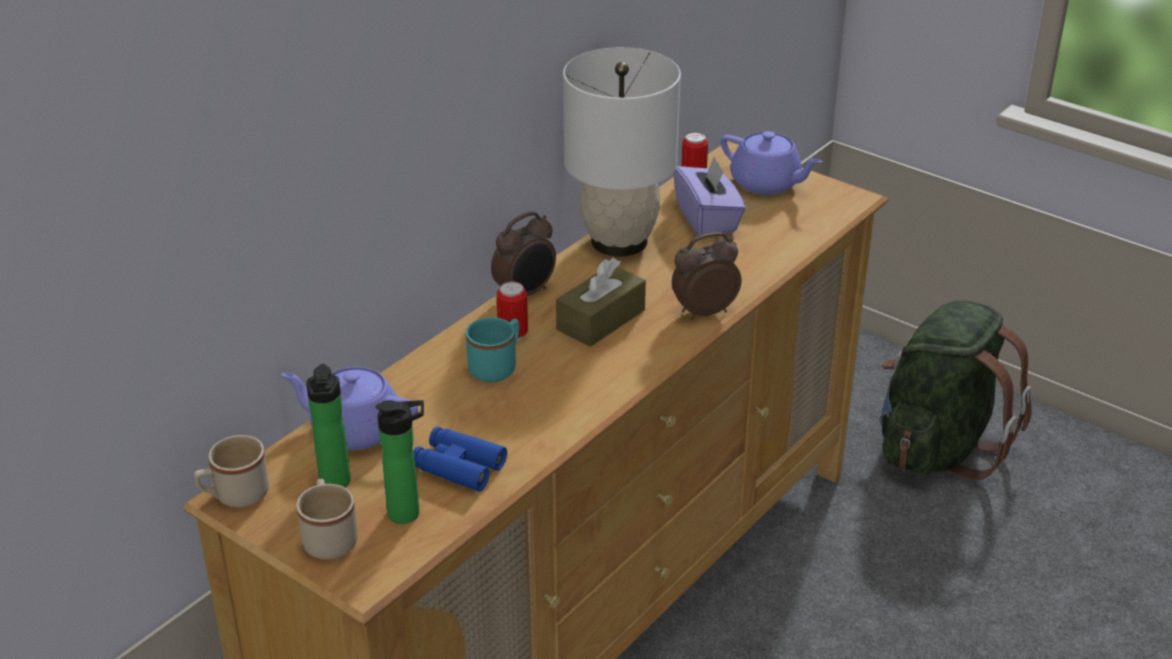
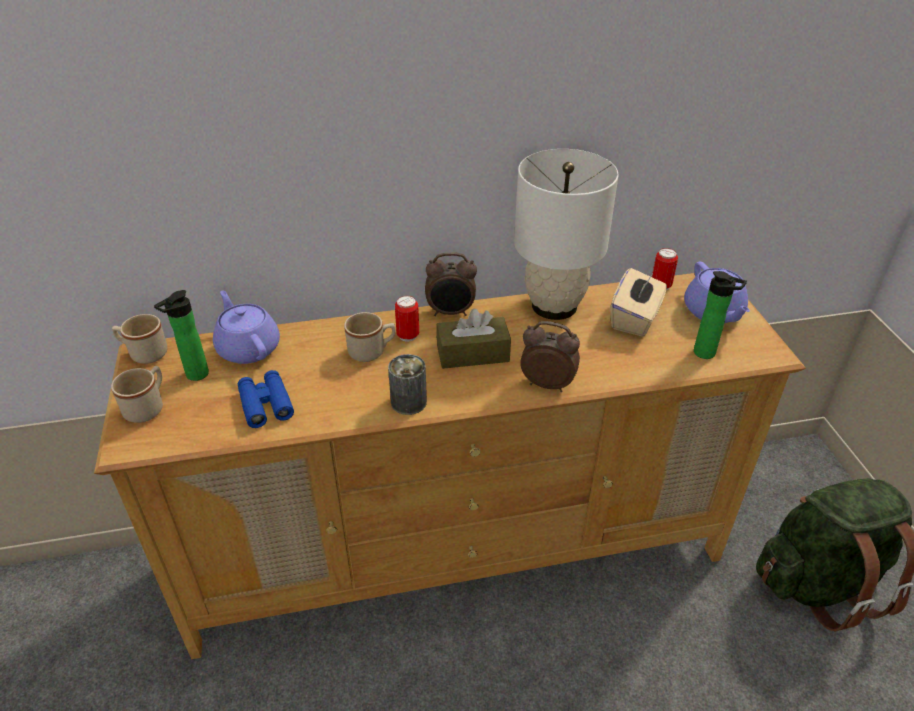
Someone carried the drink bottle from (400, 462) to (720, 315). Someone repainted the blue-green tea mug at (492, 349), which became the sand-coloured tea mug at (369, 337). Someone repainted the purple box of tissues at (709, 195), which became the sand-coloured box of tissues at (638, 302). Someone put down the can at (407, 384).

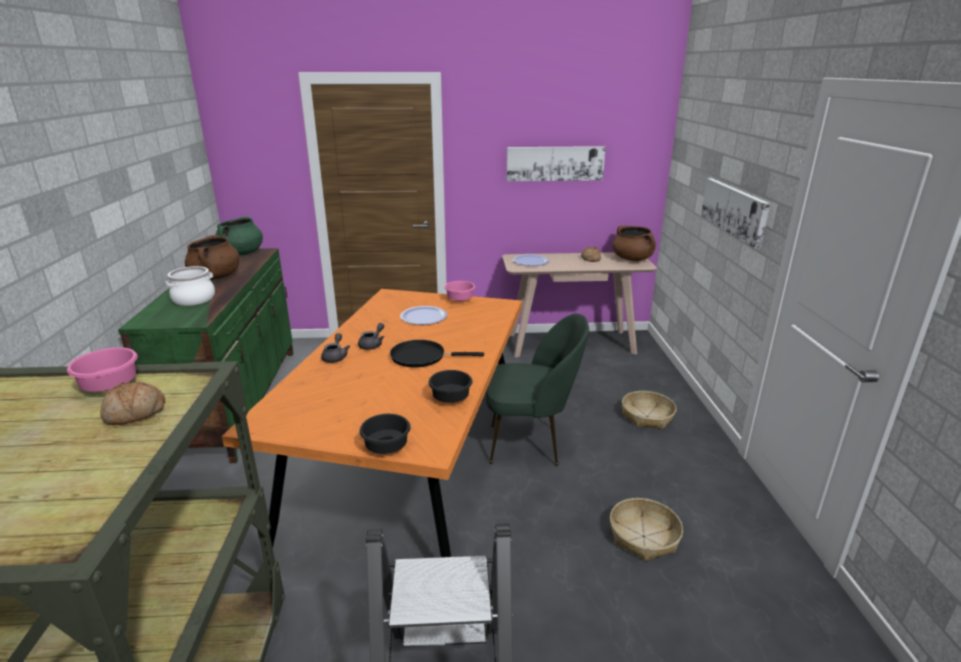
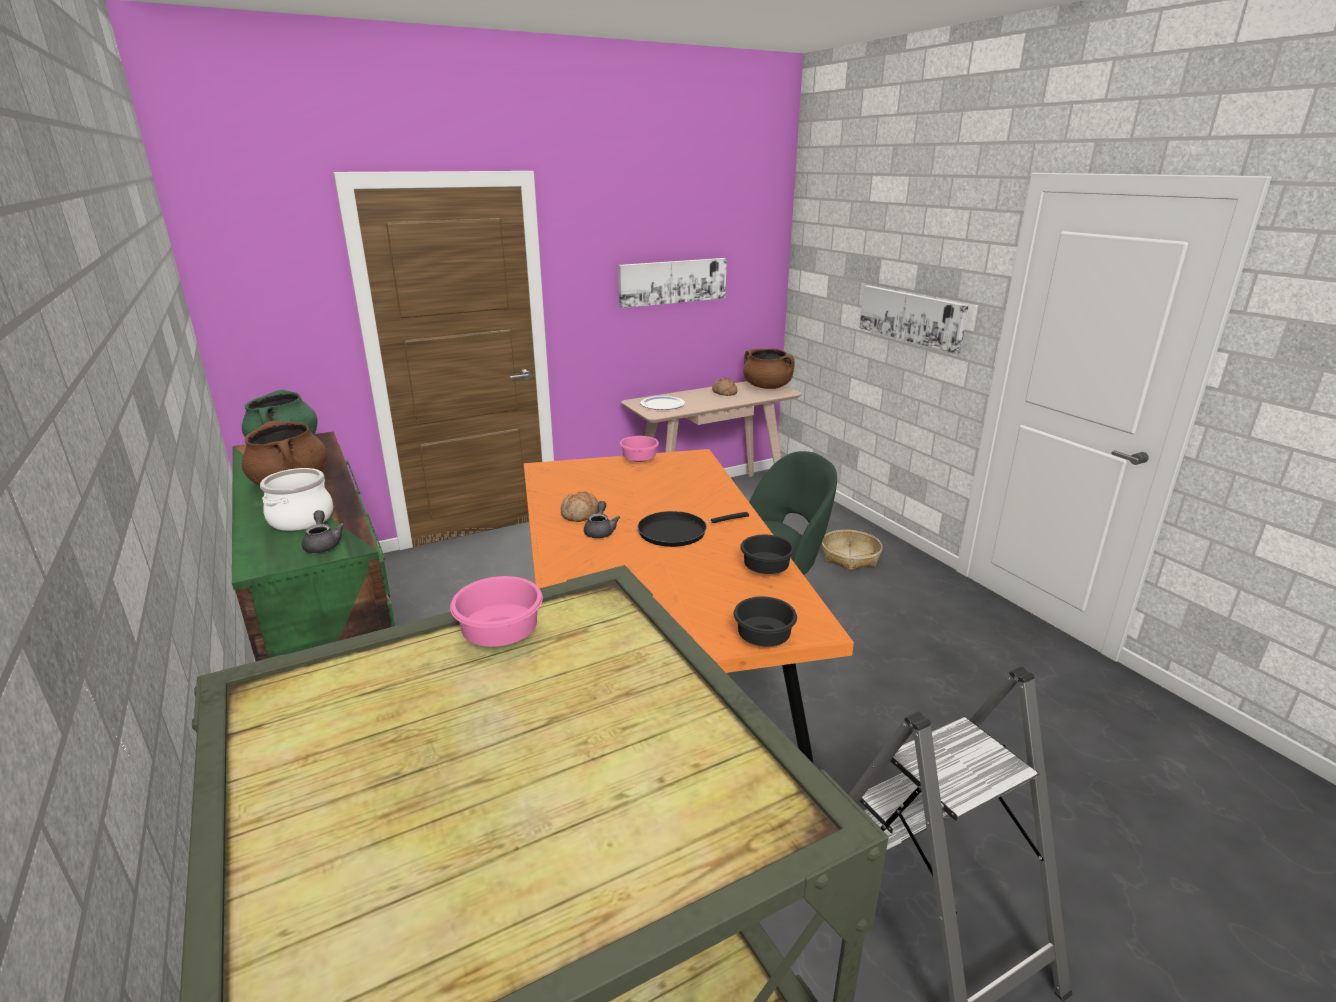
Someone carried the baked bread from (132, 403) to (580, 507). Someone carried the gray tea pot from (335, 348) to (323, 531). Someone took away the dinner plate at (423, 315). Someone took away the storage basket at (646, 529).

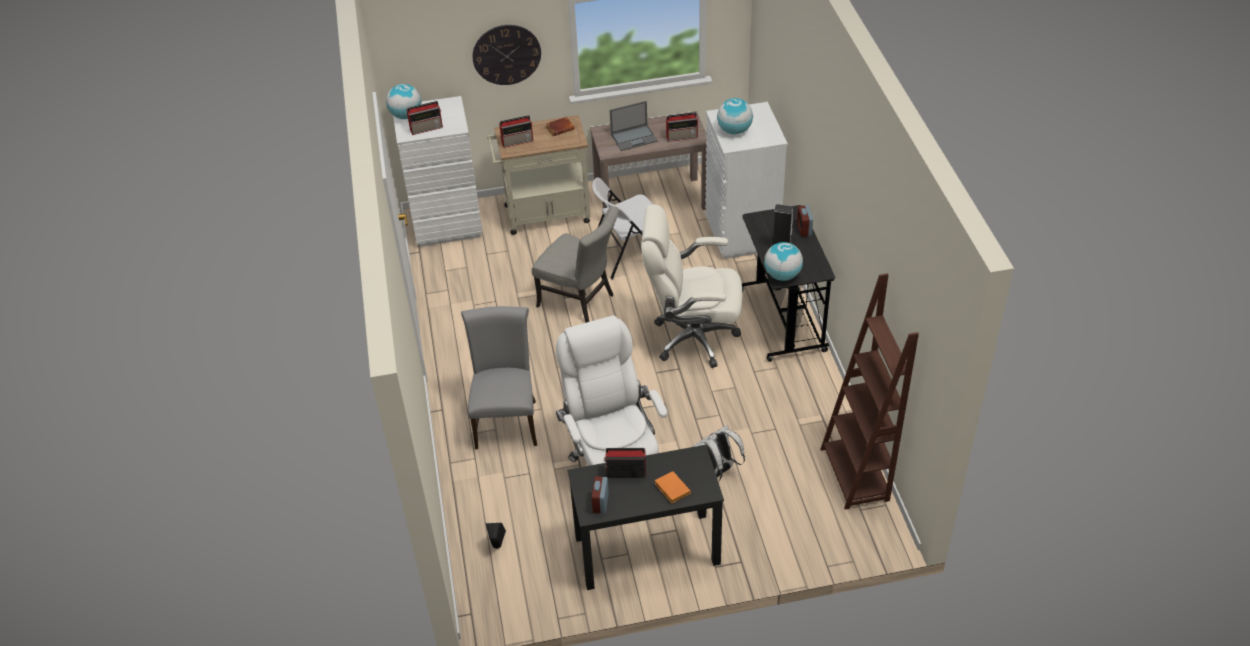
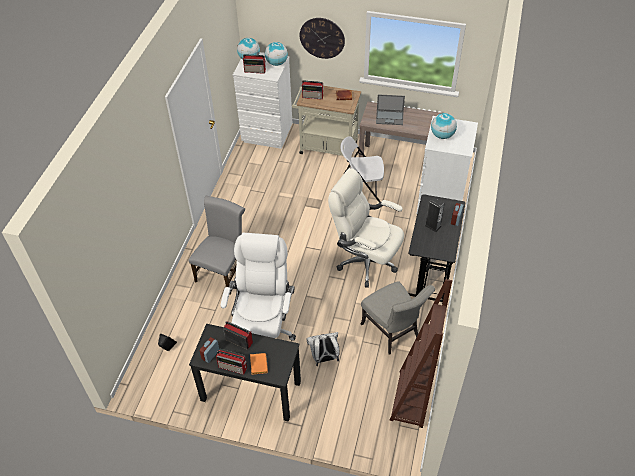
Someone carried the gray chair from (575, 264) to (398, 317). Someone carried the radio receiver from (682, 127) to (231, 362). Someone carried the world globe from (783, 261) to (276, 54).

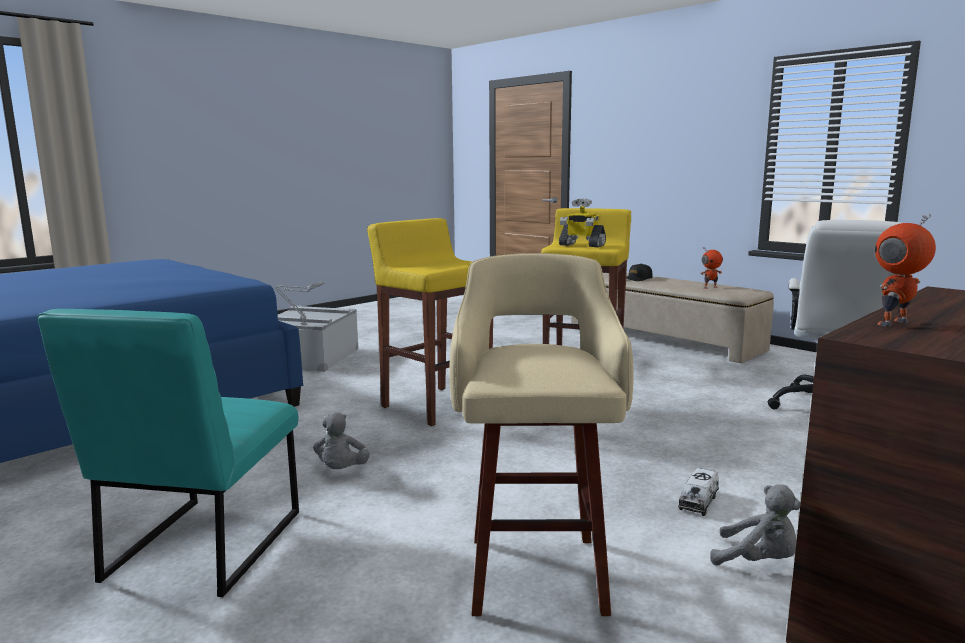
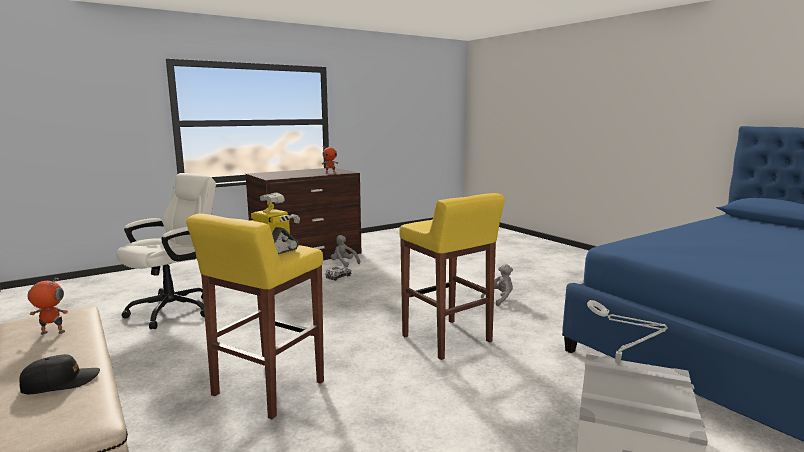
Someone took away the blue-green chair at (168, 453). Someone rotated the gray plush toy at (341, 440) by 45 degrees clockwise. Someone took away the sand-coloured stool at (541, 434).

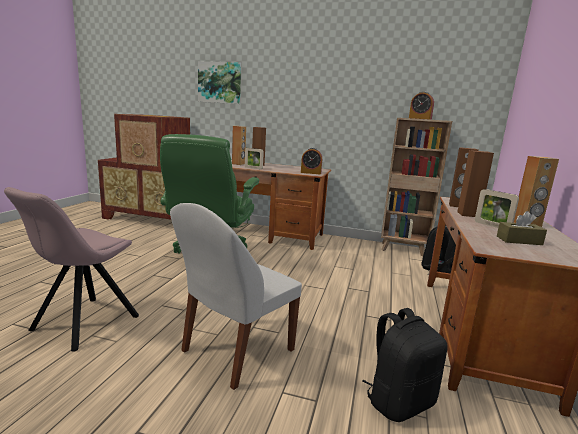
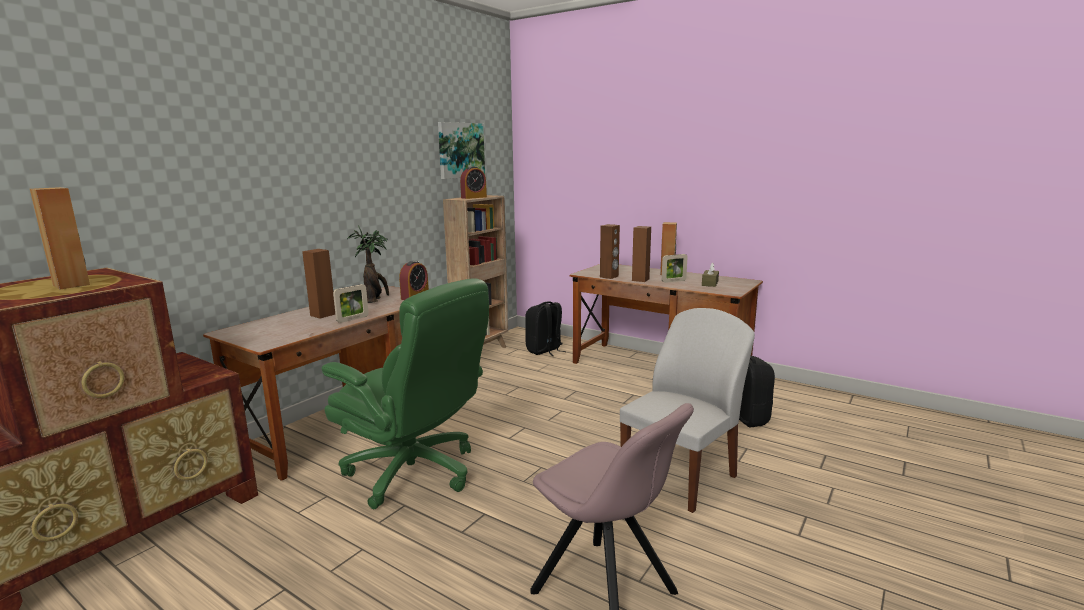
Someone rotated the white chair at (236, 296) by 105 degrees counterclockwise. Someone carried the picture from (219, 82) to (461, 150). Someone carried the brownish audio speaker from (239, 145) to (60, 238). Someone put down the potted plant at (368, 264).

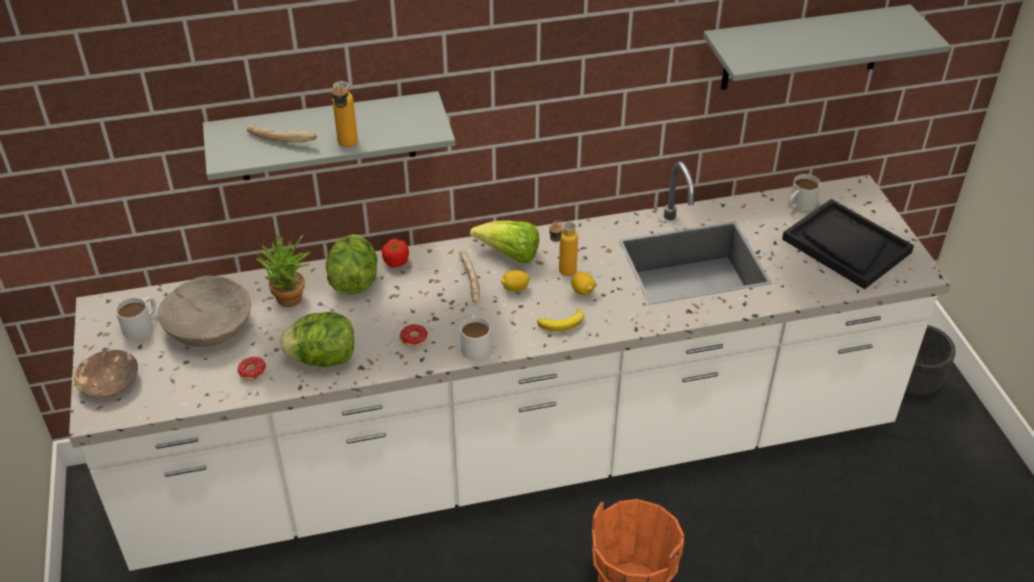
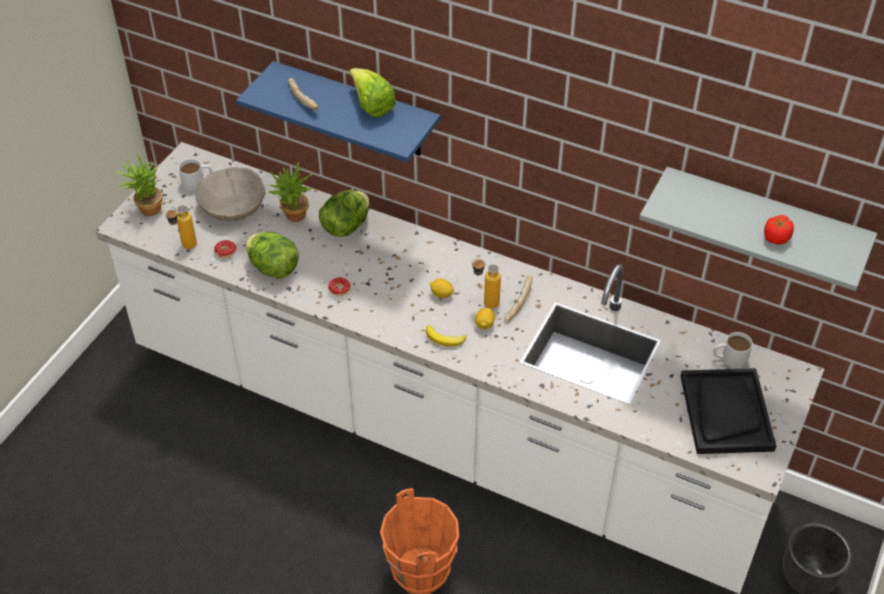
Someone swapped the brownish serving bowl at (106, 373) for the potted plant at (138, 184). Someone repainted the gray wall shelf at (329, 136), which became the bluish wall shelf at (338, 111). Someone carried the drink bottle from (345, 114) to (181, 227). Someone carried the whole tomato from (395, 253) to (779, 230). Someone carried the baked bread from (469, 276) to (518, 299). Someone took away the white tea mug at (475, 337). Someone carried the lettuce from (504, 242) to (372, 93).

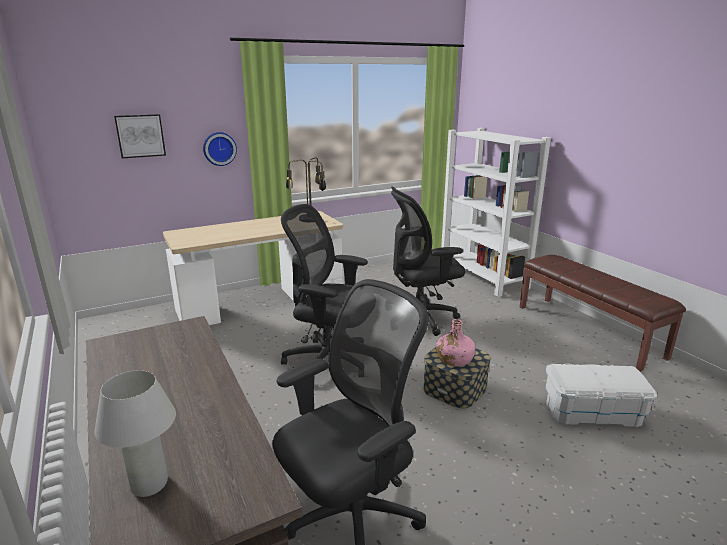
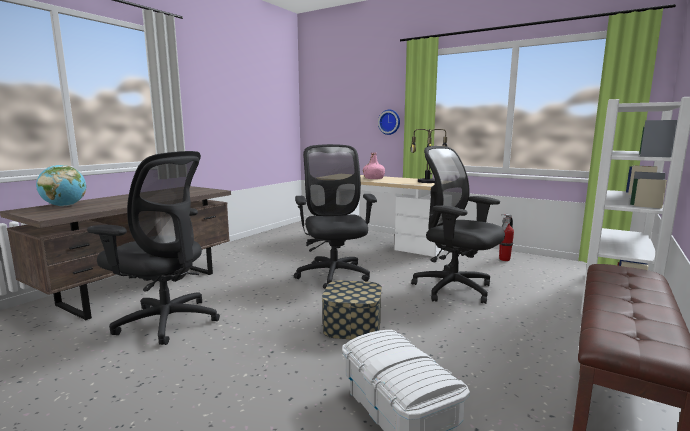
Someone swapped the white tabletop lamp at (135, 433) for the world globe at (61, 185). Someone took away the picture at (140, 136). Someone carried the pinkish drink bottle from (455, 342) to (374, 166). Someone put down the extinguisher at (506, 237).

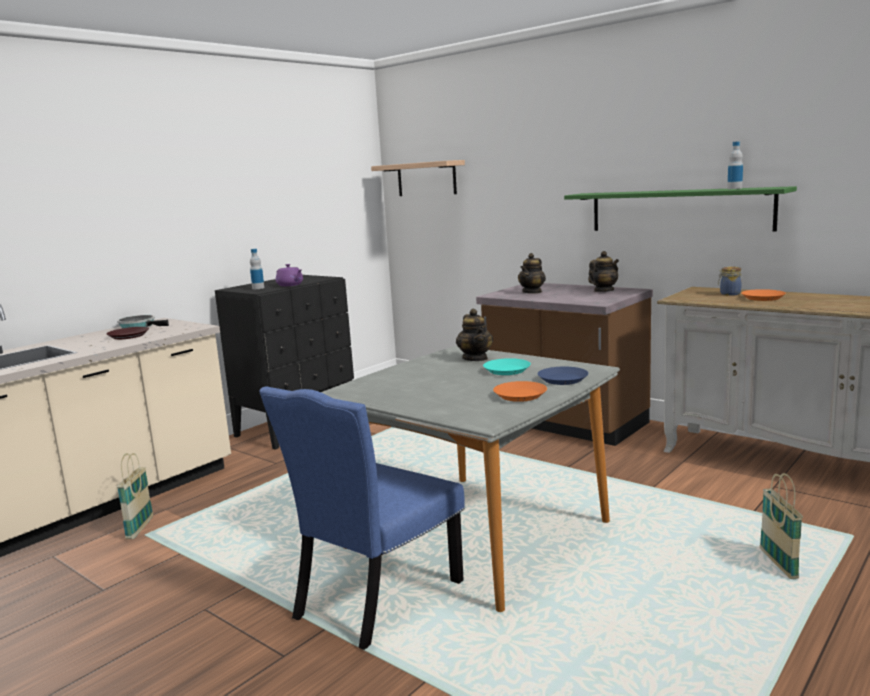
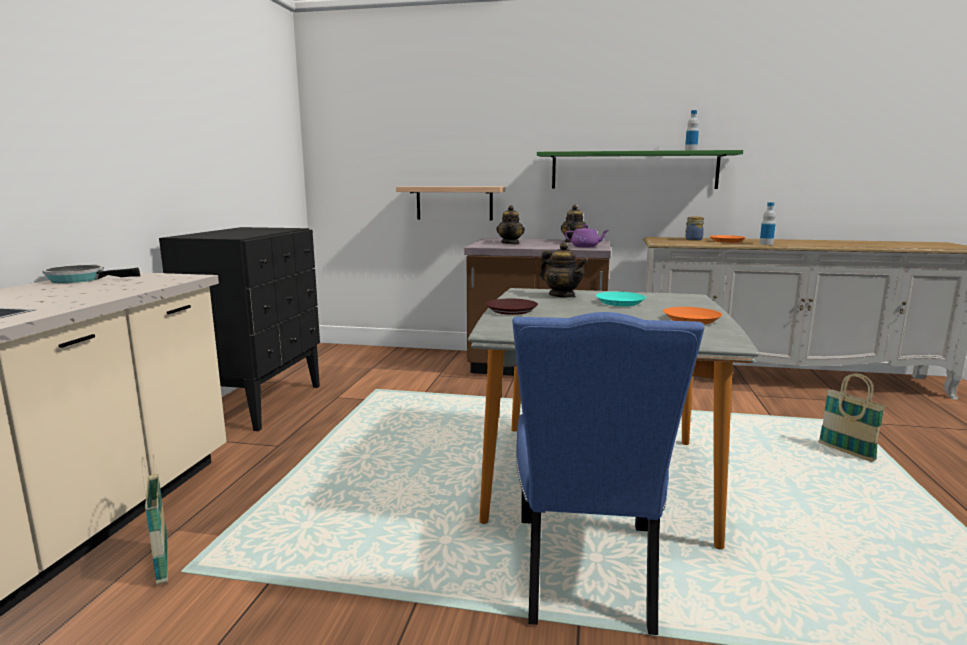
Someone carried the brownish dinner plate from (127, 333) to (512, 307). Someone carried the drink bottle from (257, 269) to (767, 223). Someone carried the purple tea pot from (289, 275) to (587, 236). Someone carried the wall shelf from (418, 178) to (450, 203). Someone took away the bluish dinner plate at (563, 376).

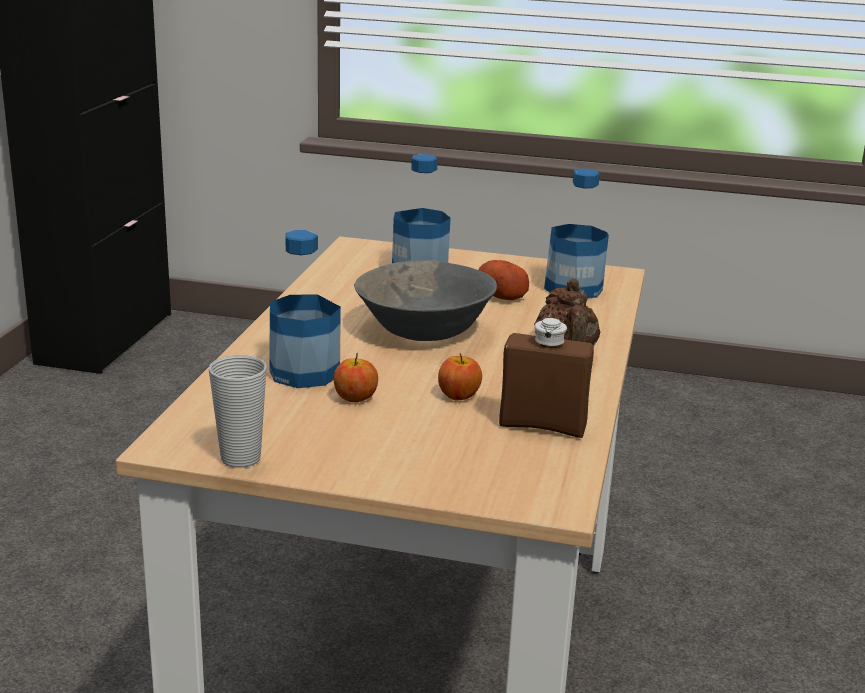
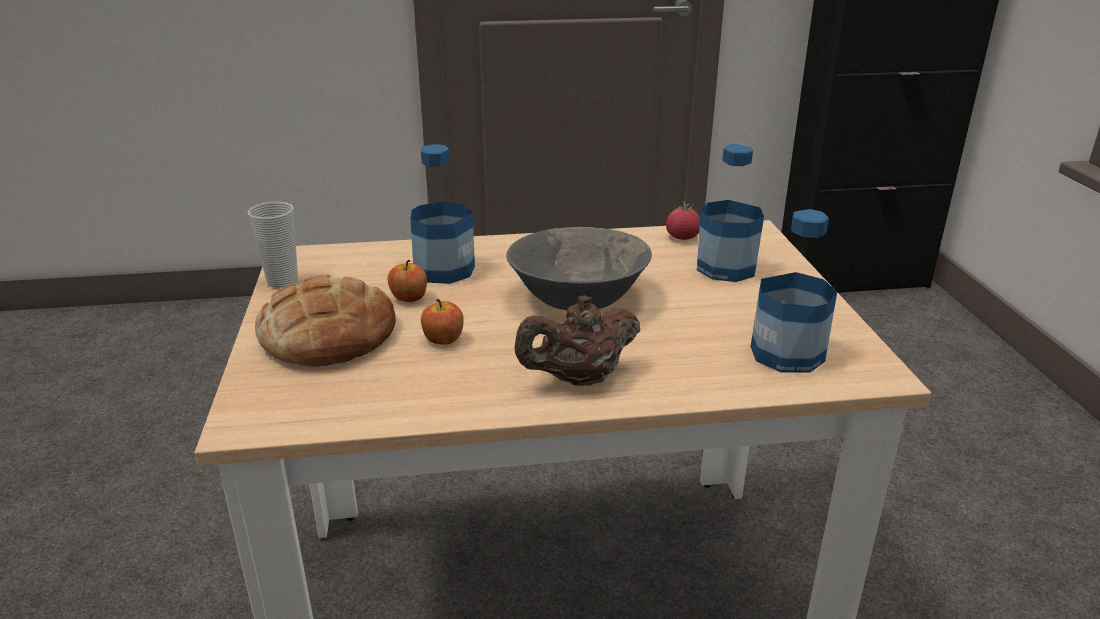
Someone took away the potato at (504, 280). Someone took away the brownish drink bottle at (546, 378). Someone put down the baked bread at (325, 320). Someone put down the whole tomato at (683, 220).

